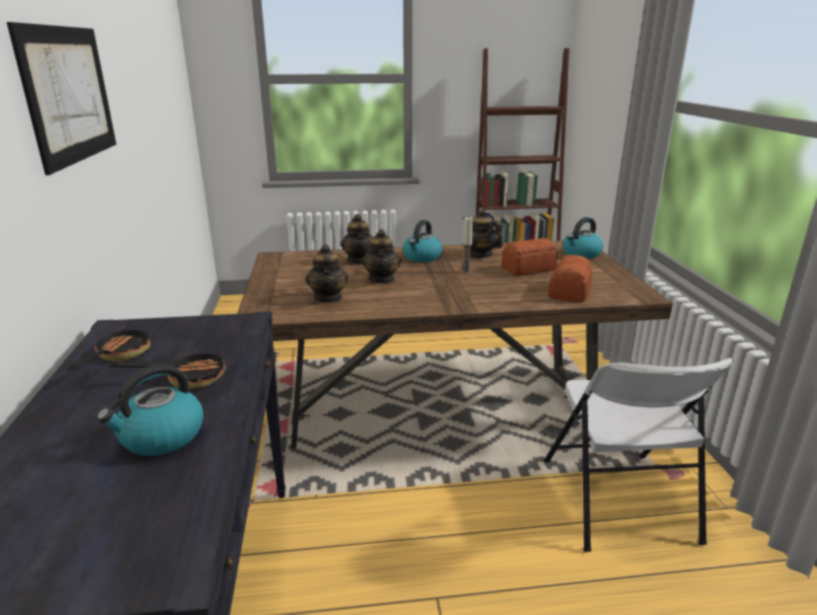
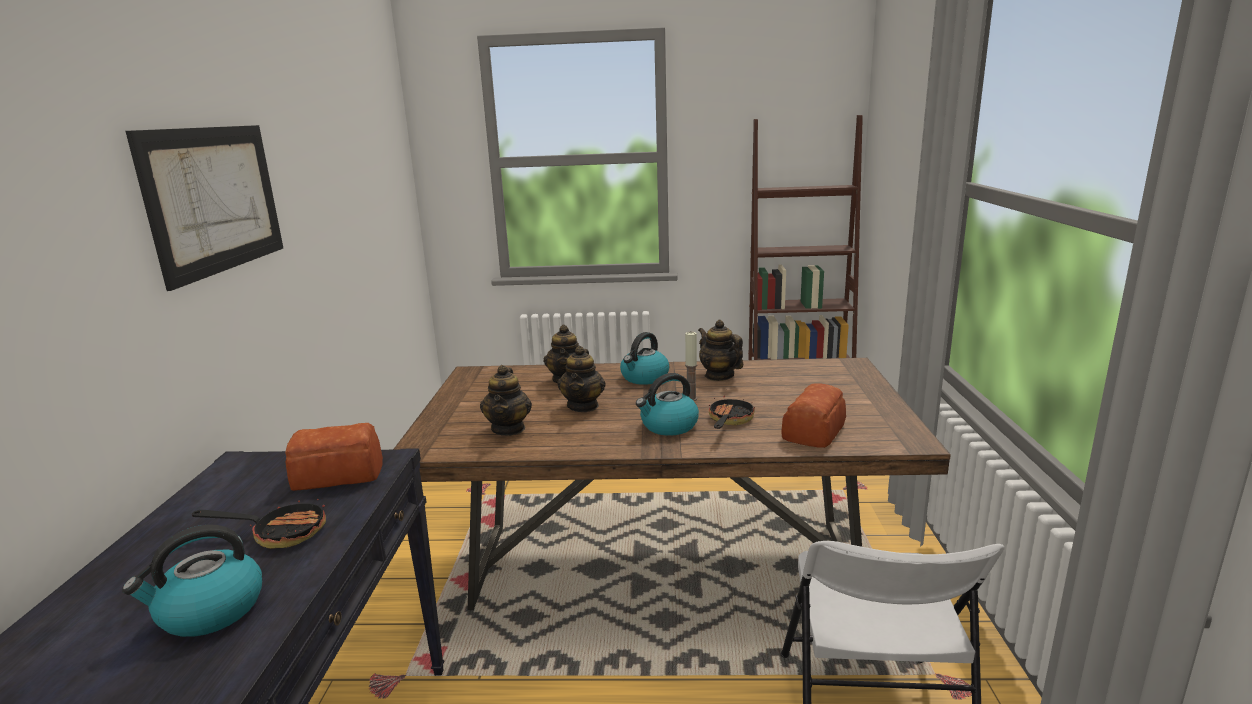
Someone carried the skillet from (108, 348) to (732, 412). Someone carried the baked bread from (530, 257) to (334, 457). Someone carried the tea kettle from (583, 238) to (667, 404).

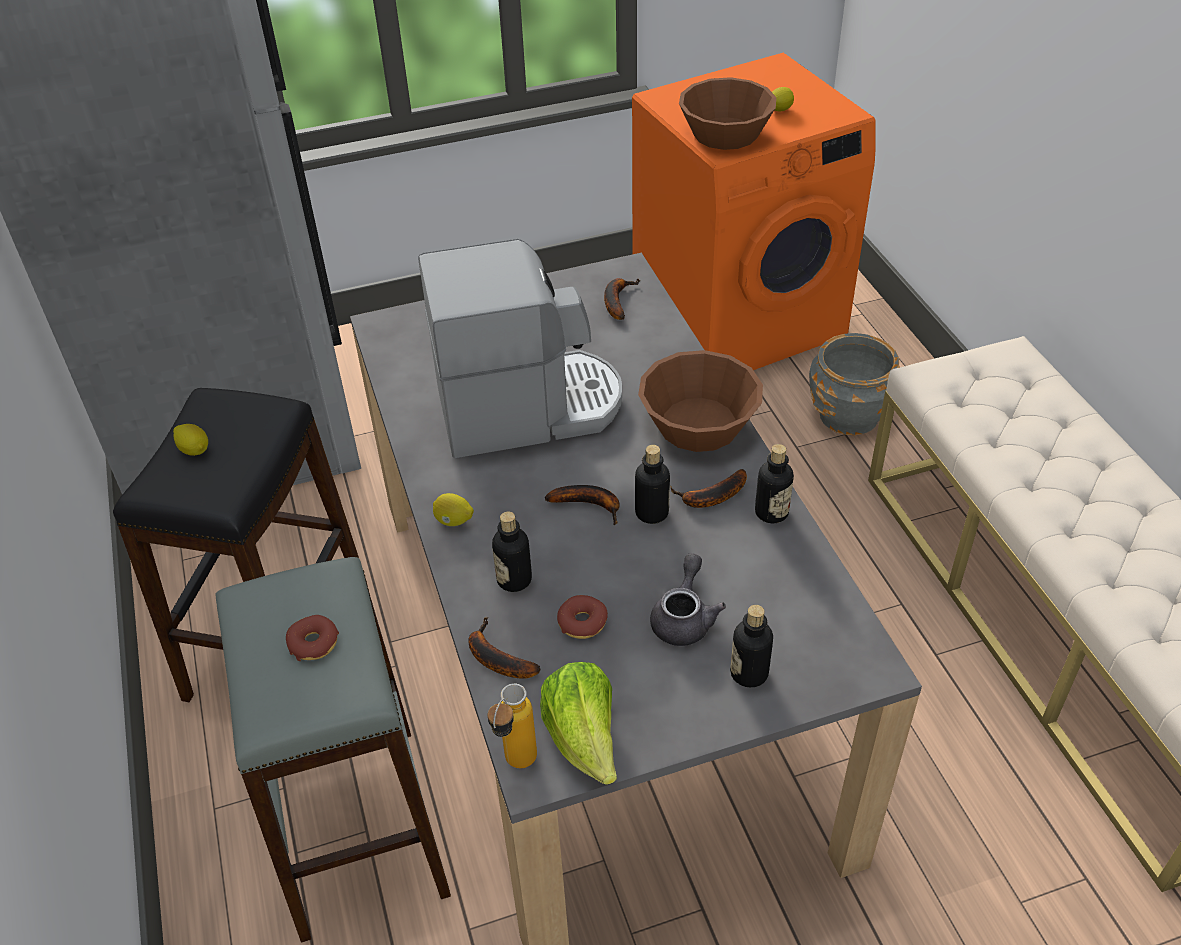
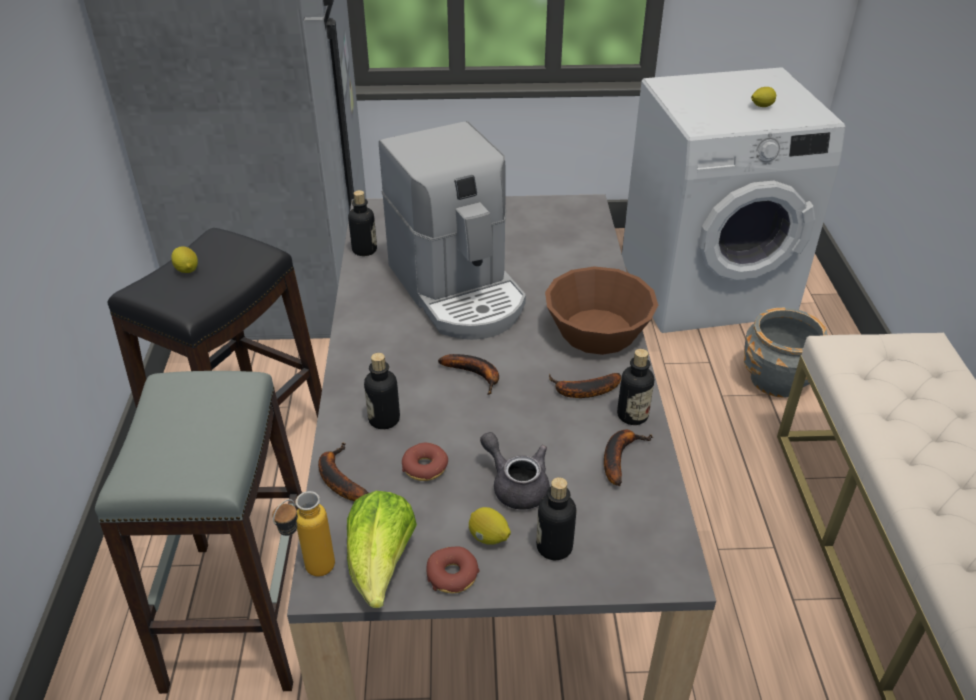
Someone carried the doughnut from (312, 638) to (452, 570). Someone rotated the coffee machine at (520, 348) by 60 degrees clockwise. Someone carried the whole lemon from (453, 509) to (490, 526). Someone carried the whole banana from (622, 299) to (628, 457). Someone repainted the orangey washing machine at (754, 211), which became the white washing machine at (734, 200). Someone carried the drink bottle from (652, 484) to (362, 223). Someone rotated the gray tea pot at (688, 599) by 75 degrees counterclockwise. Someone took away the brownish serving bowl at (727, 113).

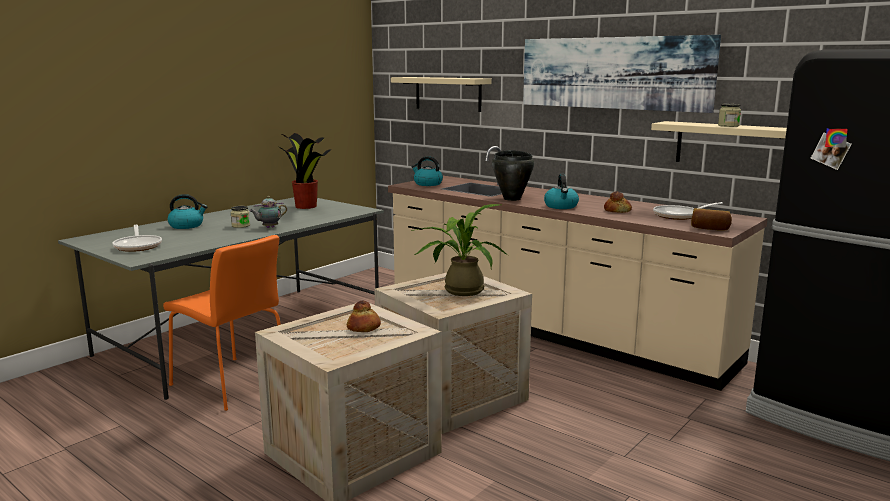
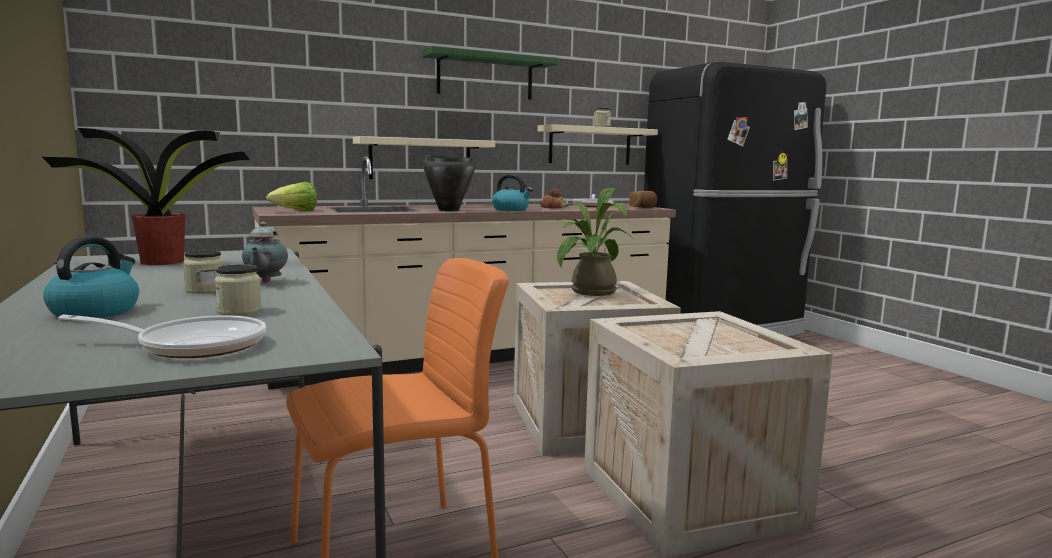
Someone took away the baked bread at (364, 316). Someone carried the sand-coloured wall shelf from (441, 94) to (424, 157). Someone swapped the tea kettle at (427, 171) for the lettuce at (291, 196). Someone swapped the picture at (622, 74) for the green wall shelf at (490, 73). Someone put down the jar at (238, 289).

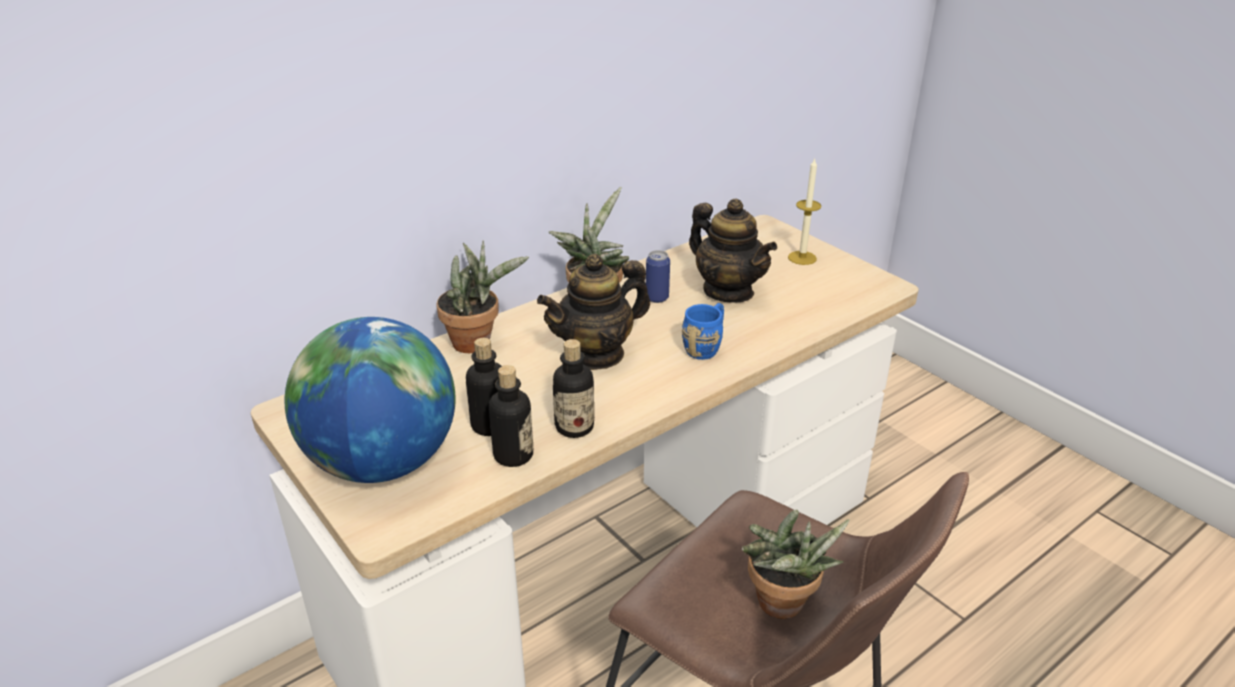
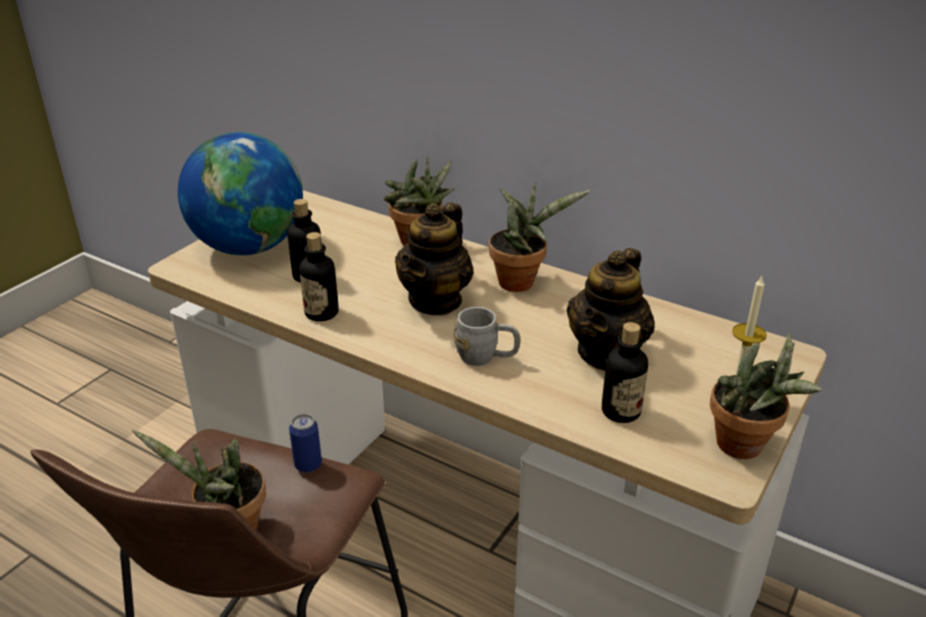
Someone carried the drink bottle from (511, 416) to (625, 372). Someone rotated the tea pot at (593, 312) by 105 degrees counterclockwise. Someone carried the can from (658, 276) to (305, 443). Someone repainted the bluish tea mug at (703, 331), which became the gray tea mug at (487, 336). Someone put down the potted plant at (765, 396).

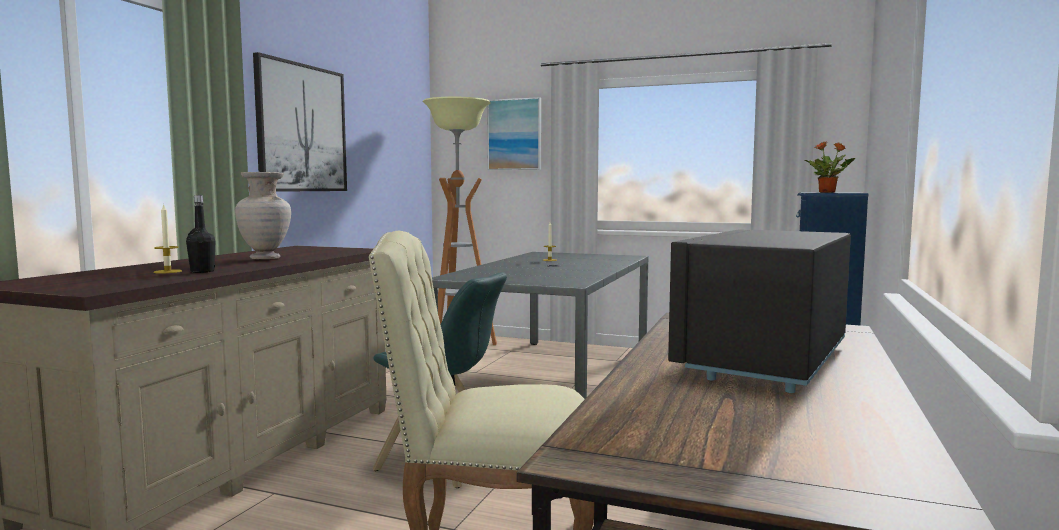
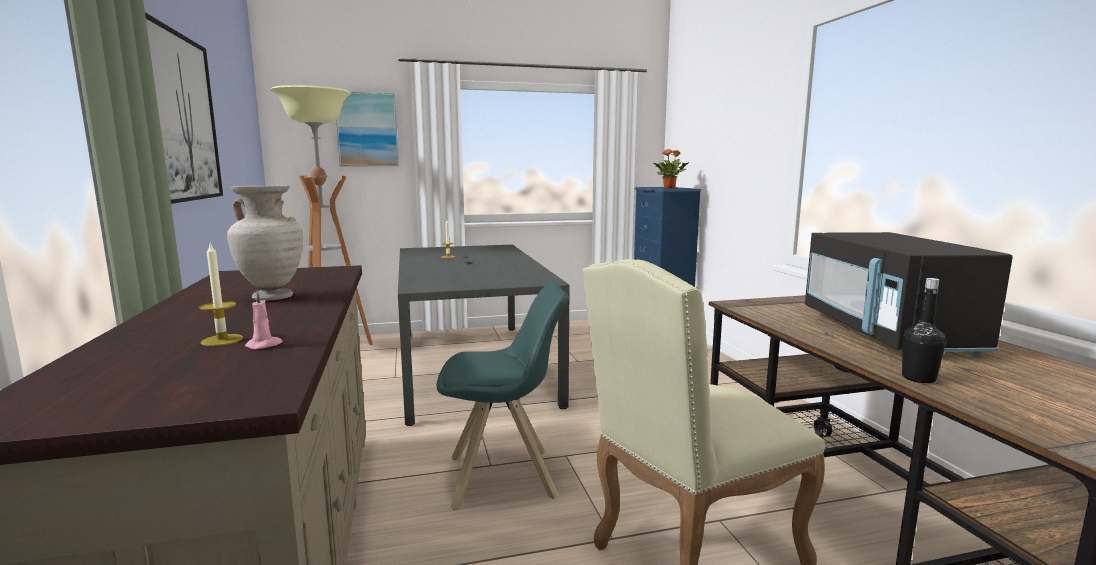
Someone carried the black-coloured drink bottle from (201, 234) to (924, 330). Someone put down the pinkish wax light at (264, 319).

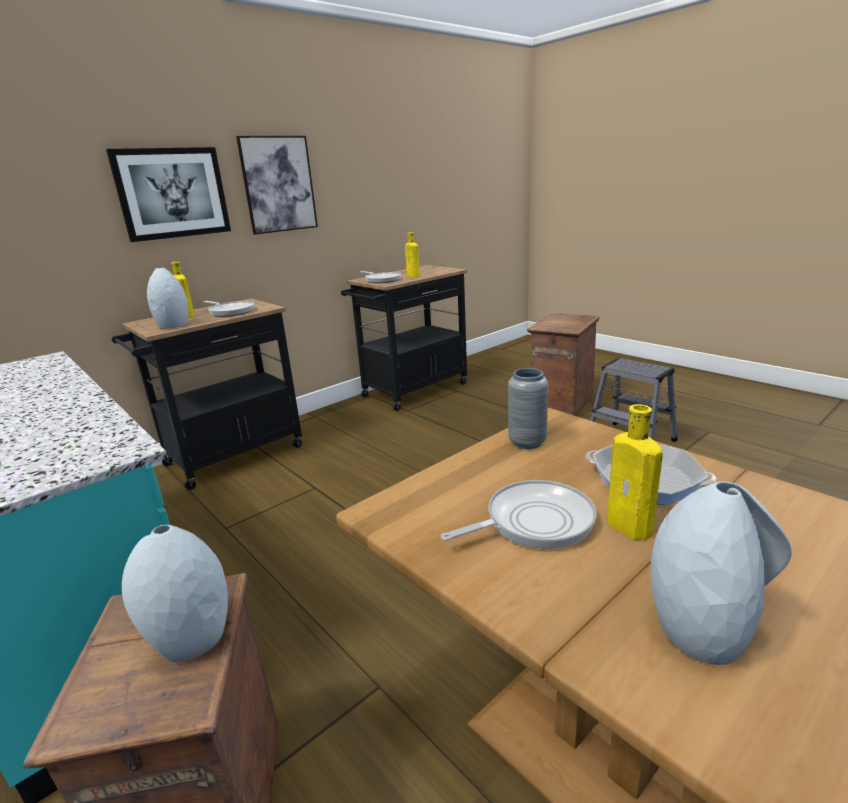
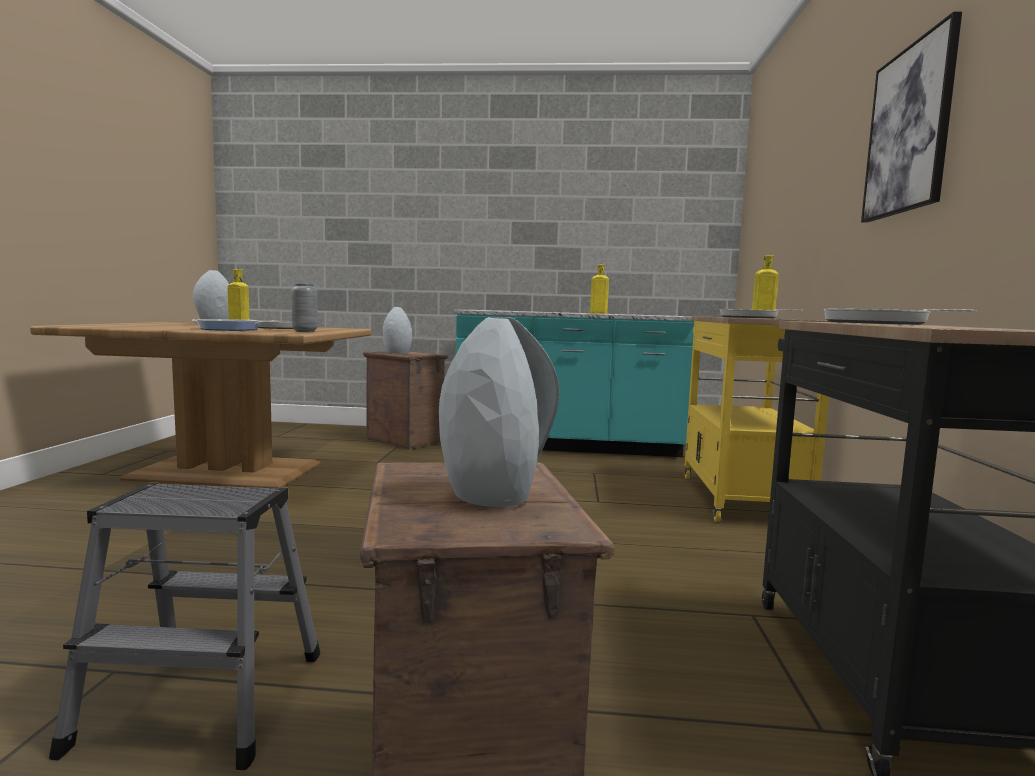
Someone took away the picture at (168, 194). Someone repainted the black-coloured wheeled cart at (206, 394), which became the yellow-coloured wheeled cart at (763, 419). Someone carried the gray vase from (168, 298) to (499, 412). Someone carried the yellow-coloured drink bottle from (412, 255) to (599, 289).

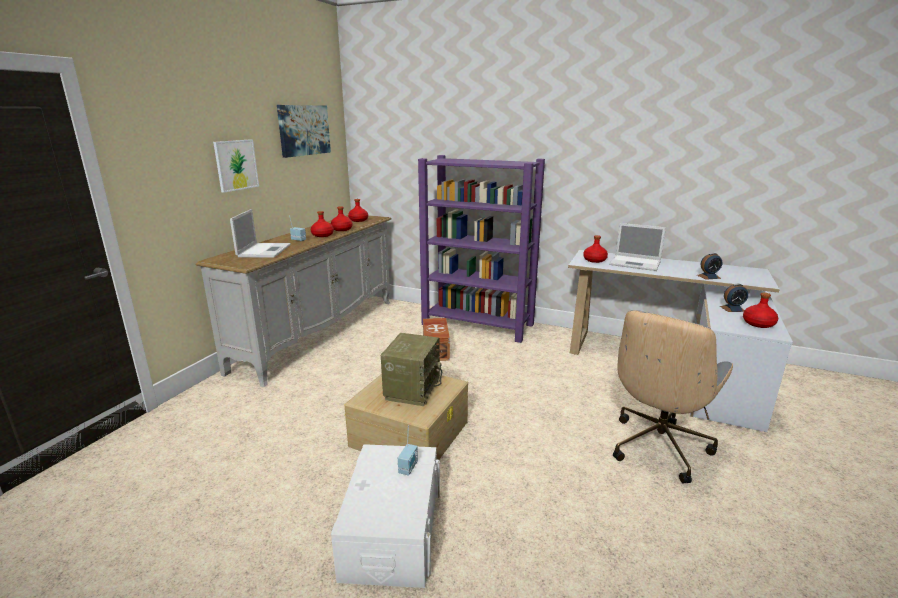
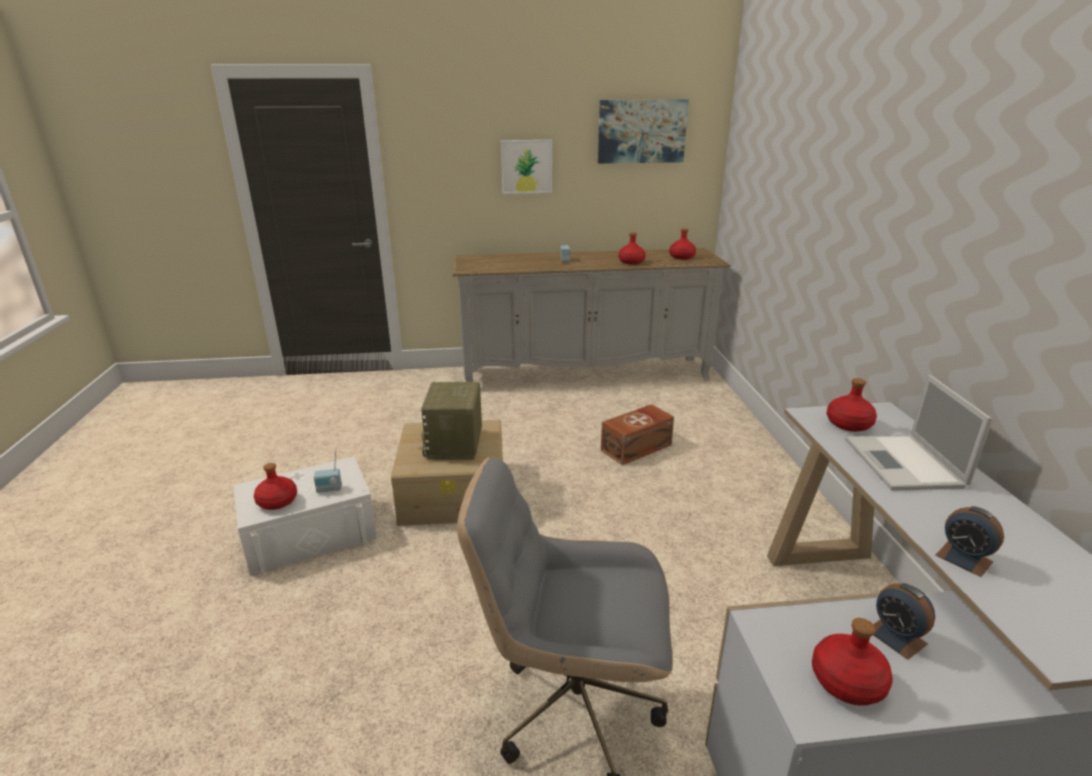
Someone took away the laptop at (260, 233). Someone carried the reddish drink bottle from (322, 224) to (275, 486). Someone rotated the radio receiver at (411, 369) by 105 degrees clockwise. Someone took away the purple bookcase at (481, 249).

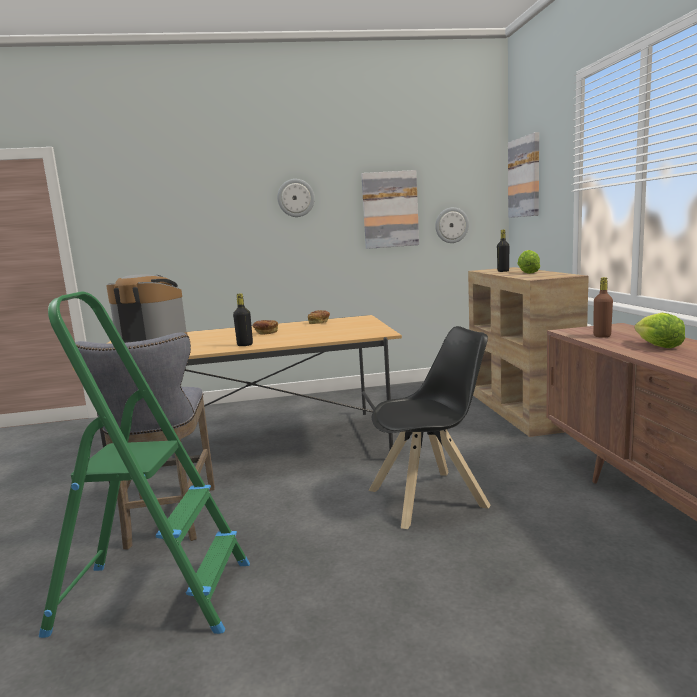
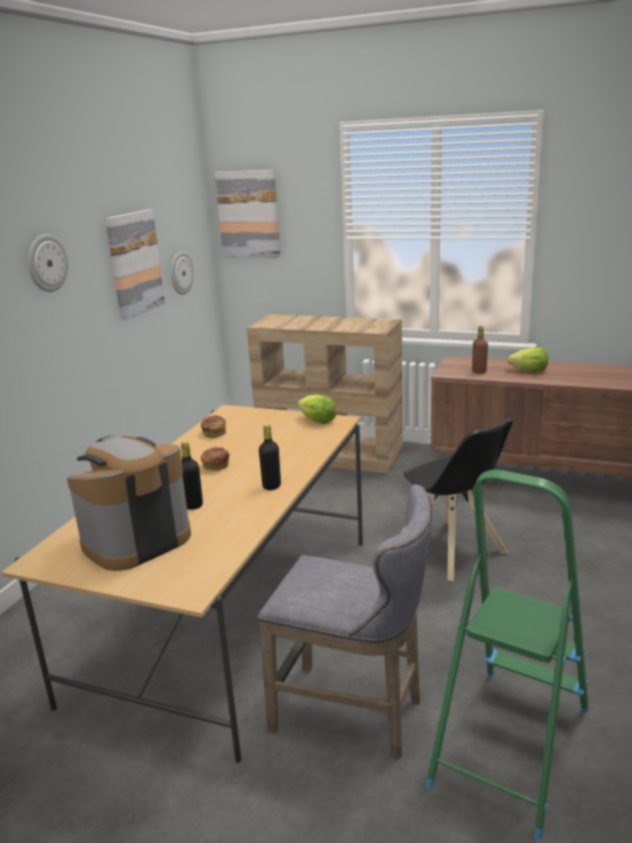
Someone rotated the black-coloured chair at (429, 427) by 135 degrees clockwise. Someone carried the black-coloured drink bottle from (503, 251) to (192, 475). Someone carried the lettuce from (528, 262) to (316, 409).

